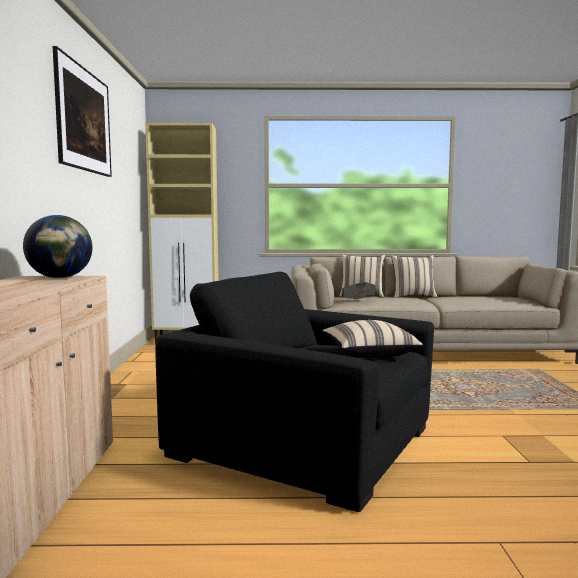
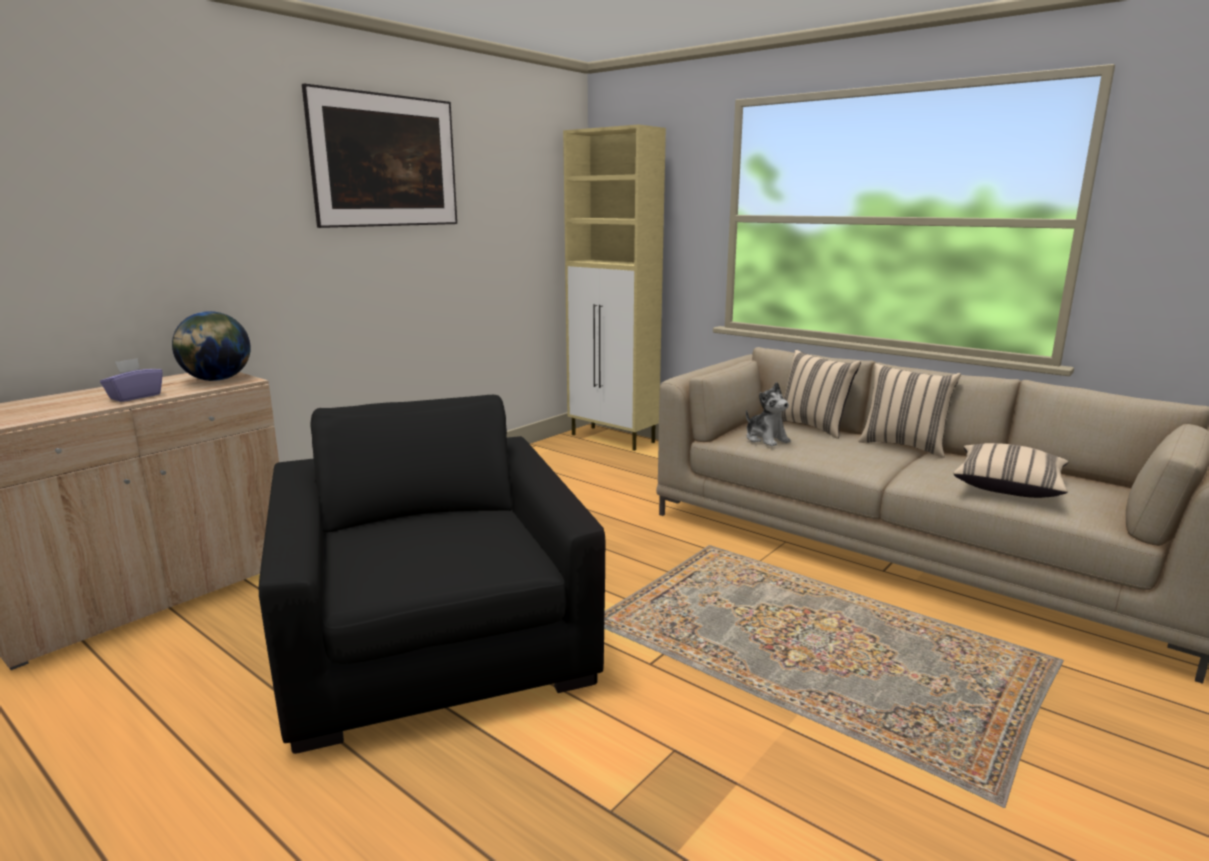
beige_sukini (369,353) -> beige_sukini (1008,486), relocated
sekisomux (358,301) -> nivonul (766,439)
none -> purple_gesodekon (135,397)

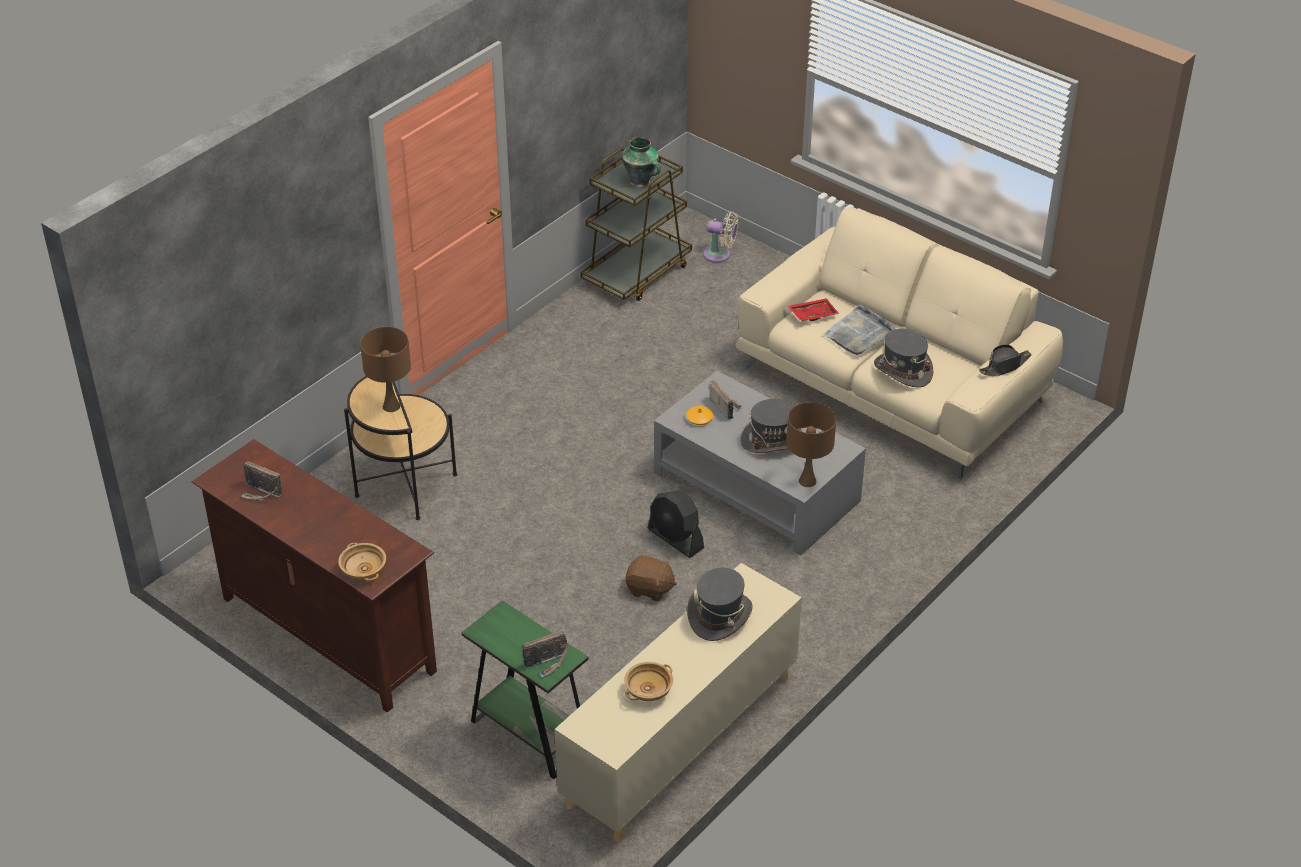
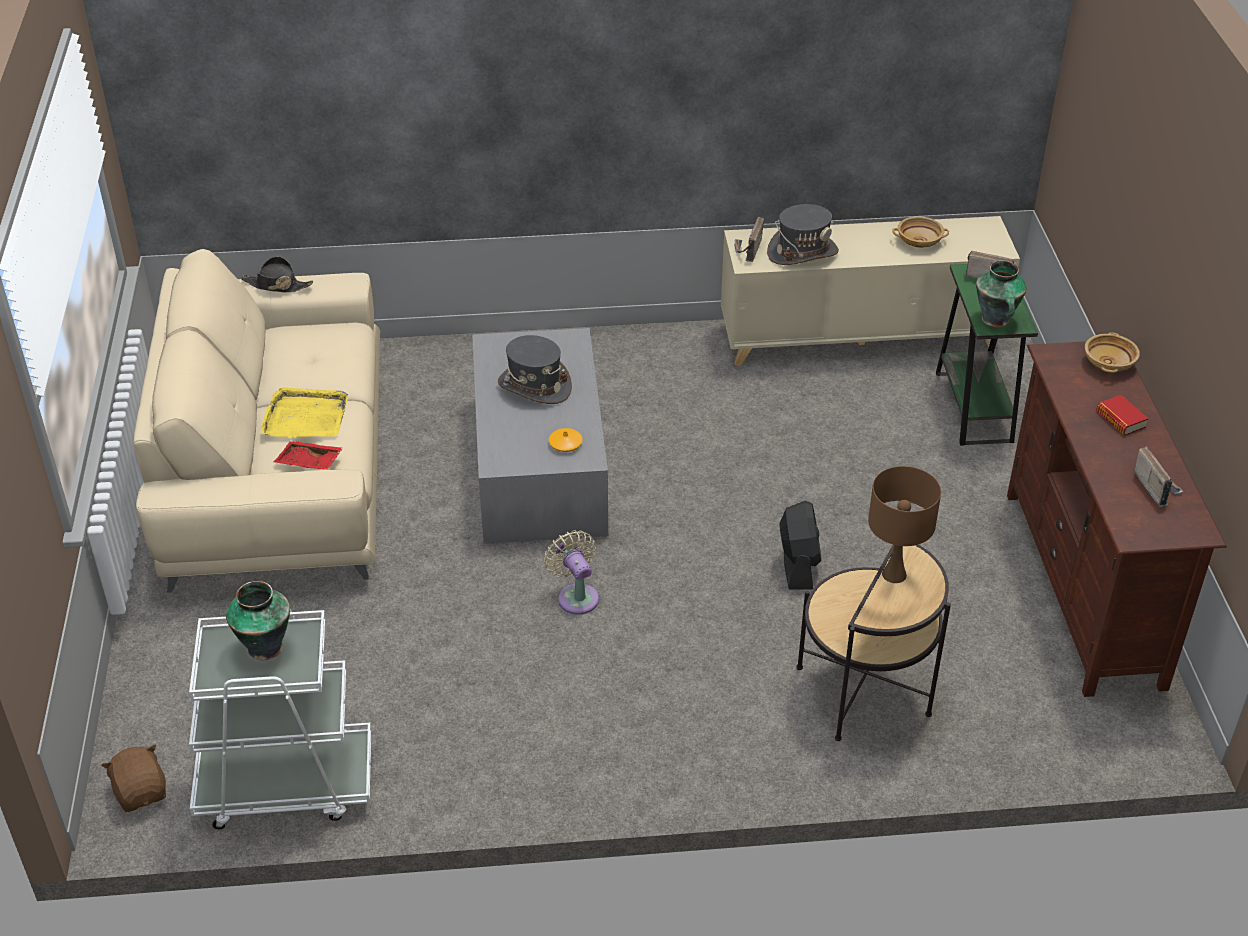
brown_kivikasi (637,273) -> white_kivikasi (285,784)
brown_nivonul (649,589) -> brown_nivonul (141,792), relocated
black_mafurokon (675,539) -> black_mafurokon (798,564), relocated
beige_mafurokon (720,255) -> beige_mafurokon (576,596), relocated
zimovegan (725,406) -> zimovegan (747,250), relocated
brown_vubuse (807,481) -> none
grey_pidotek (859,333) -> yellow_pidotek (305,417)
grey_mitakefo (902,370) -> none
none -> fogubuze (995,320)
none -> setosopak (1120,419)

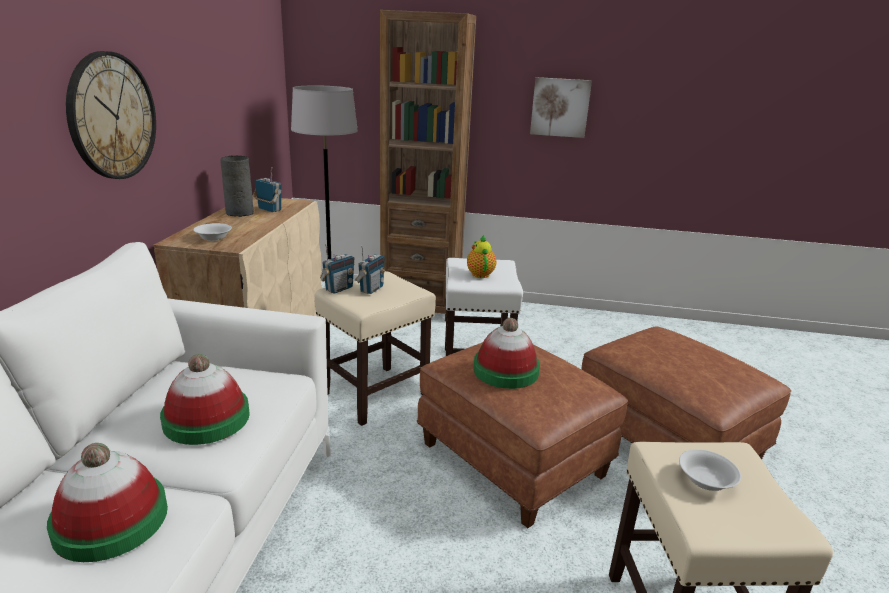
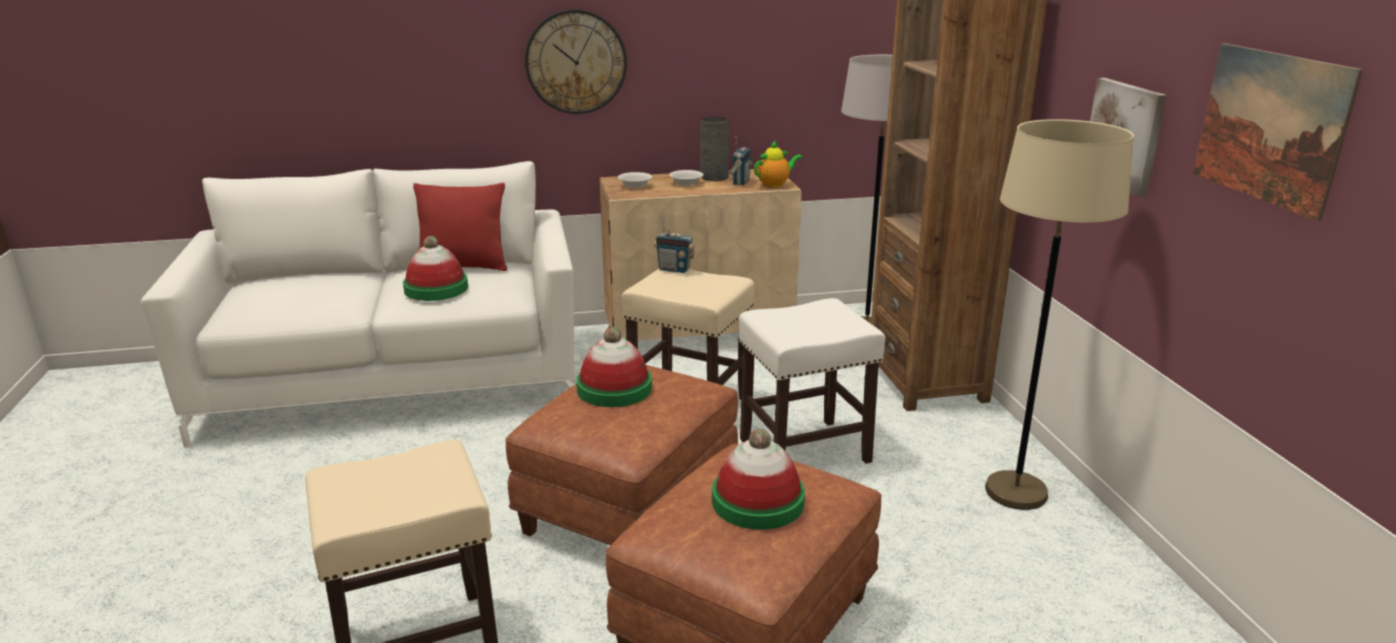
mitakefo (111,520) -> mitakefo (757,501), relocated
zimovegan (371,289) -> none
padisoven (480,274) -> padisoven (775,185), relocated
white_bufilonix (705,480) -> white_bufilonix (686,183), relocated
none -> red_sukini (464,267)
none -> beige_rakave (1015,492)
none -> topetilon (1270,127)

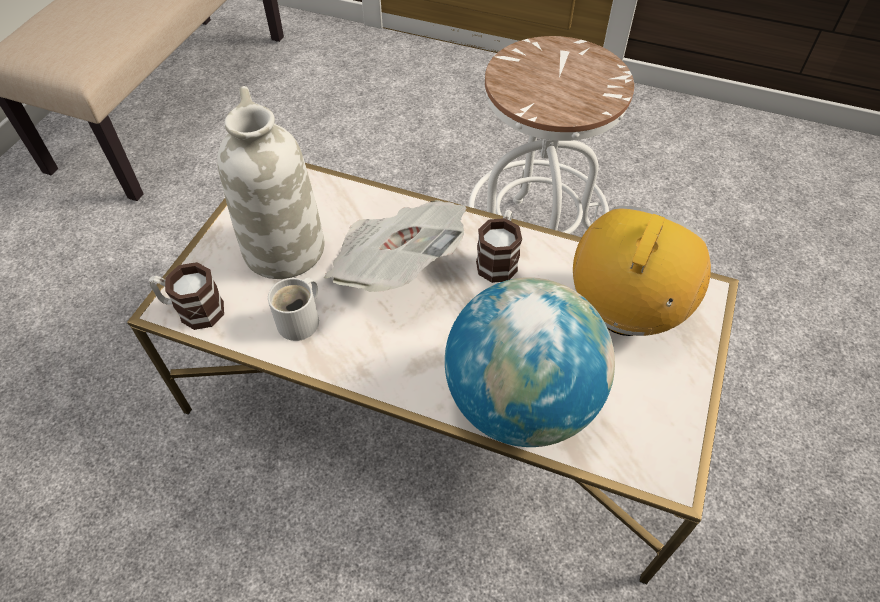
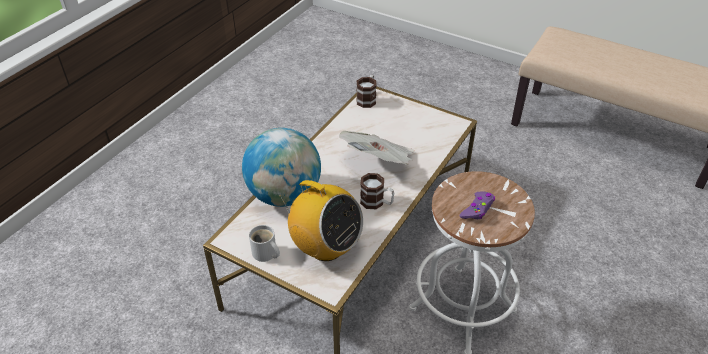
white_fogubuze (283,247) -> none
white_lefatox (302,320) -> white_lefatox (265,254), relocated
none -> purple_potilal (477,209)

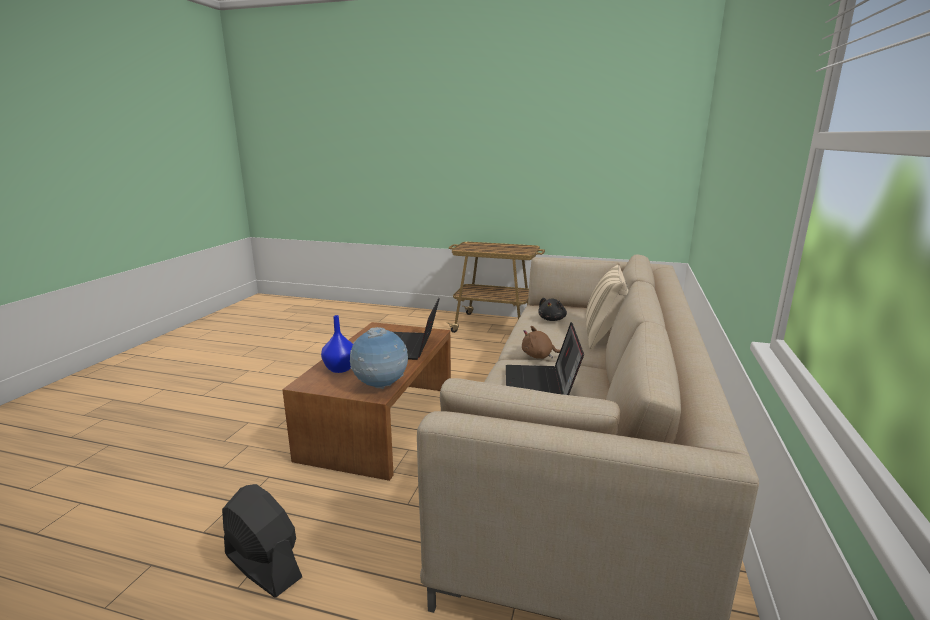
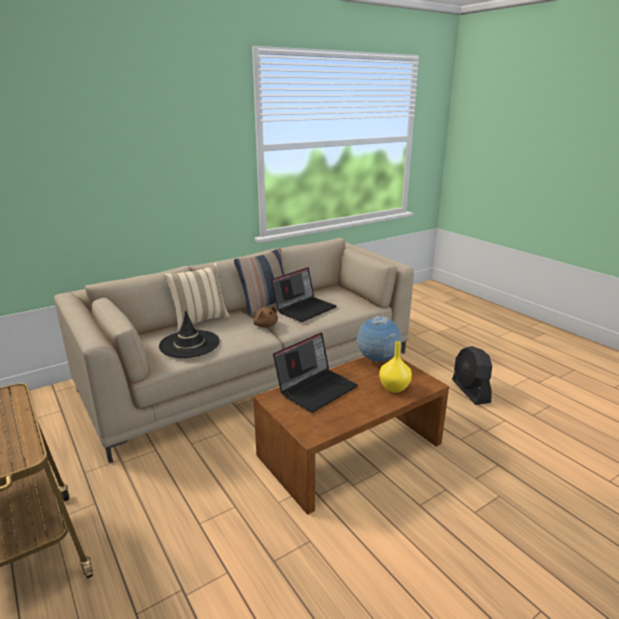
blue_fogubuze (340,369) -> yellow_fogubuze (395,387)
black_nivonul (552,319) -> black_mitakefo (189,344)
none -> sukini (265,304)

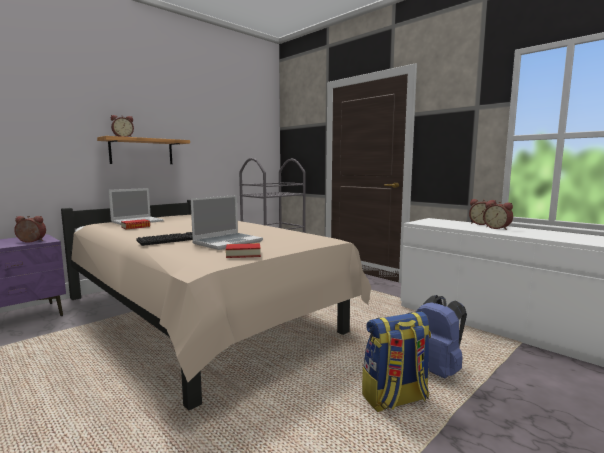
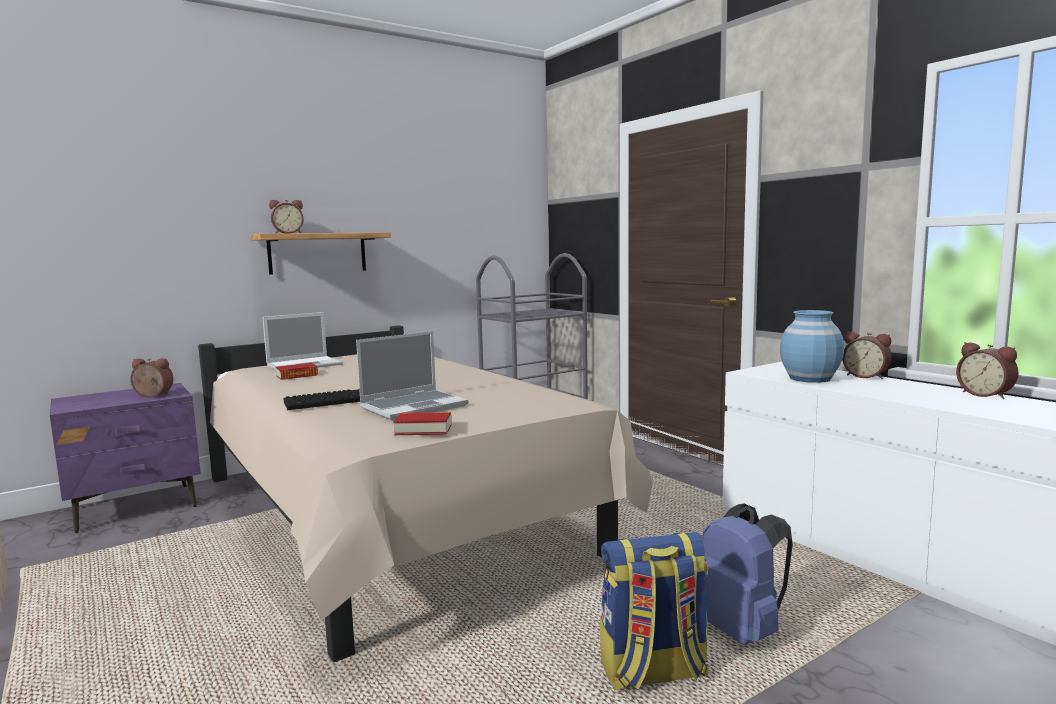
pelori (497,228) -> pelori (986,394), relocated
none -> blue_fogubuze (810,378)

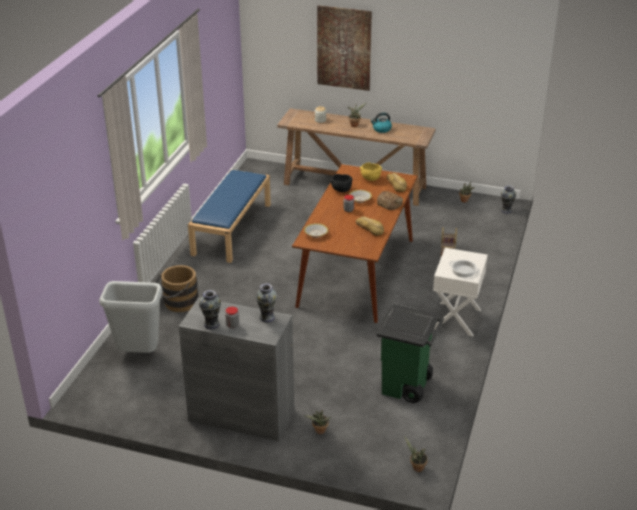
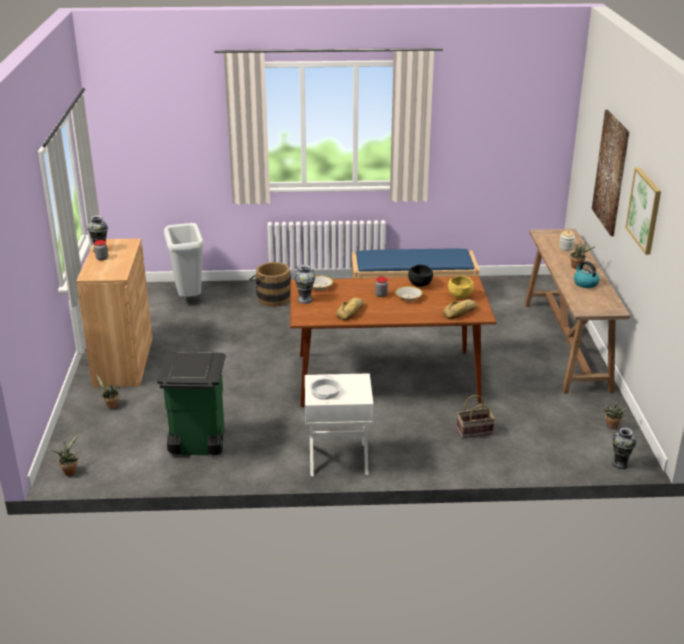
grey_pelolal (241,415) -> brown_pelolal (123,362)
fogubuze (266,317) -> fogubuze (305,300), relocated
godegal (389,203) -> none
none -> topetilon (644,210)

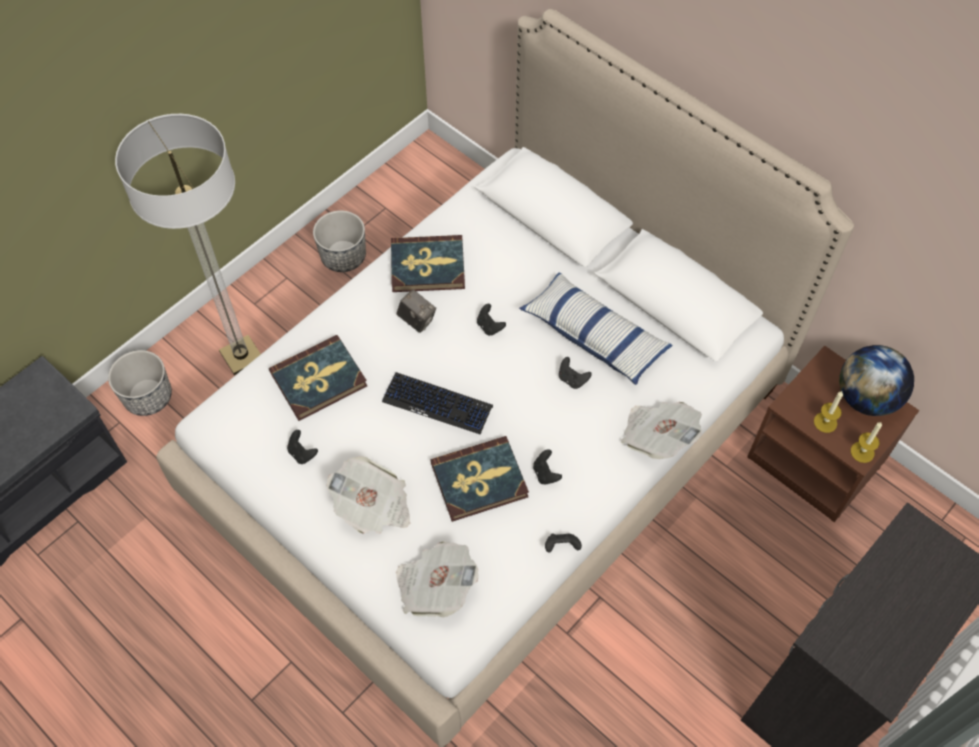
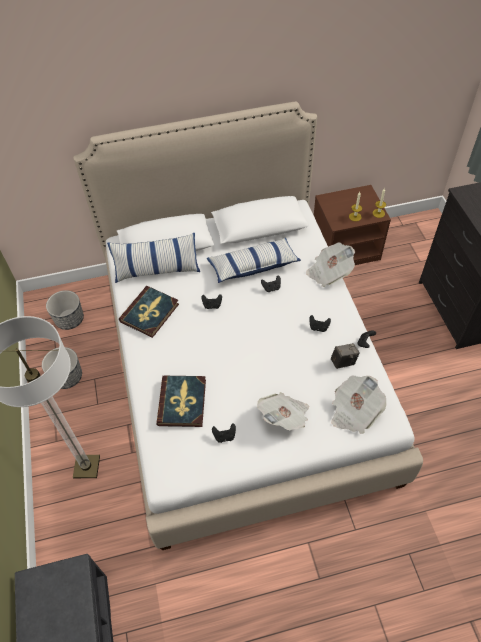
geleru (148,397) -> geleru (70,319), relocated
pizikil (437,404) -> none
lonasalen (417,320) -> lonasalen (343,362), relocated
setosopak (479,481) -> none
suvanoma (866,398) -> none
none -> sukini (157,270)

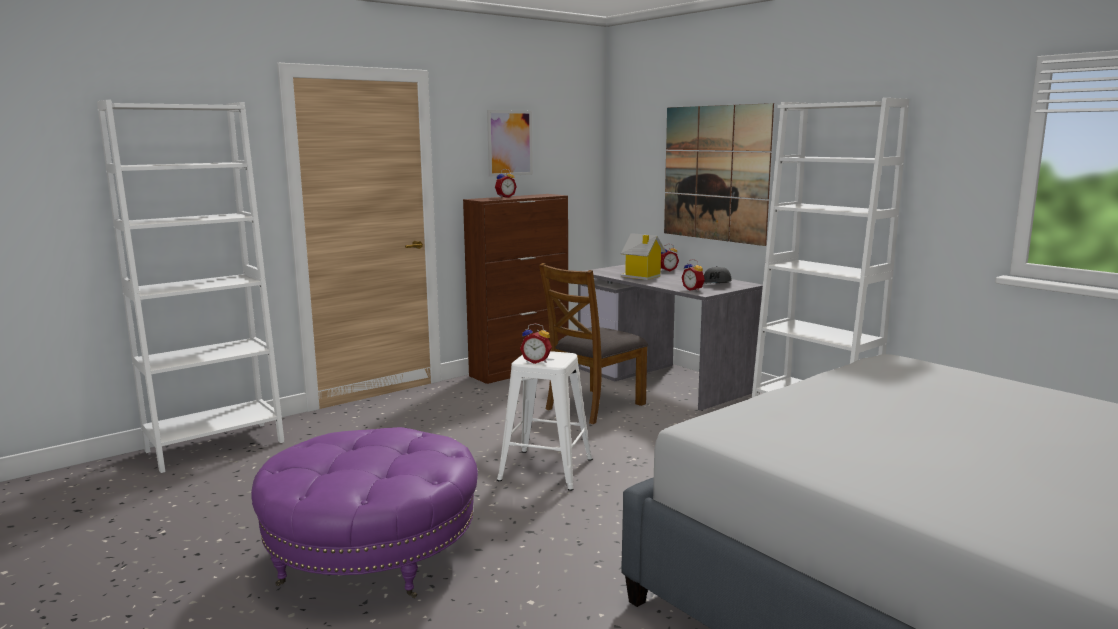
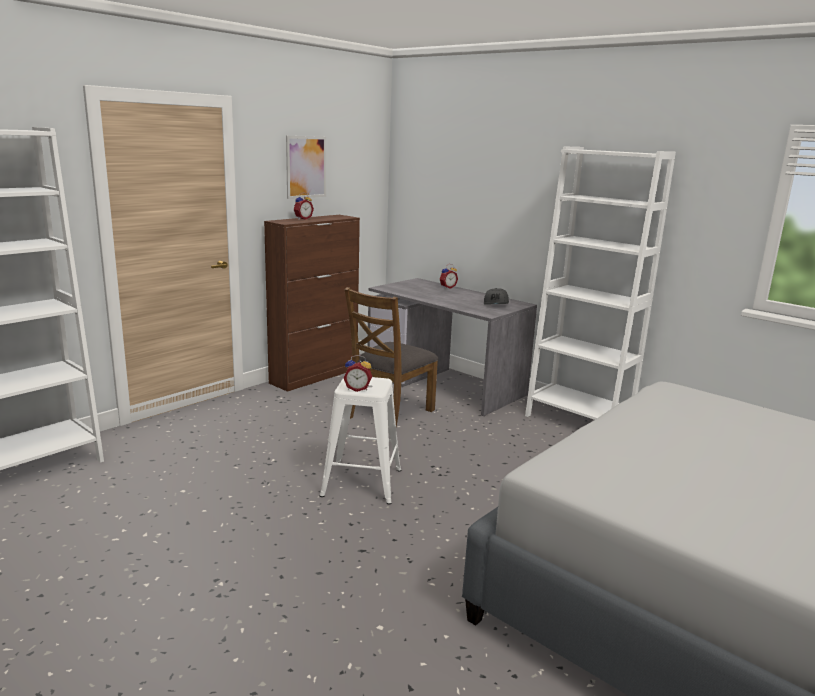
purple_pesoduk (373,555) -> none
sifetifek (642,276) -> none
topetilon (715,173) -> none
pelori (693,289) -> none

